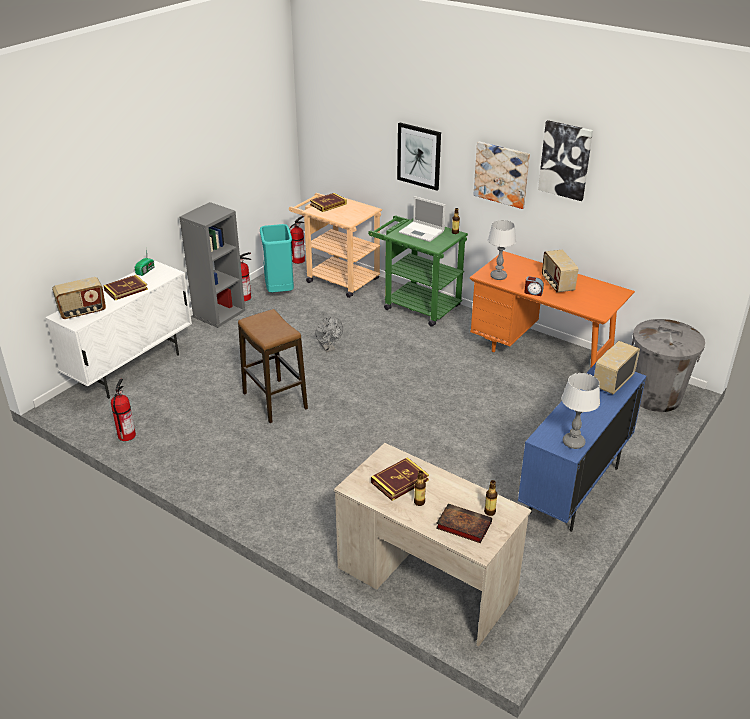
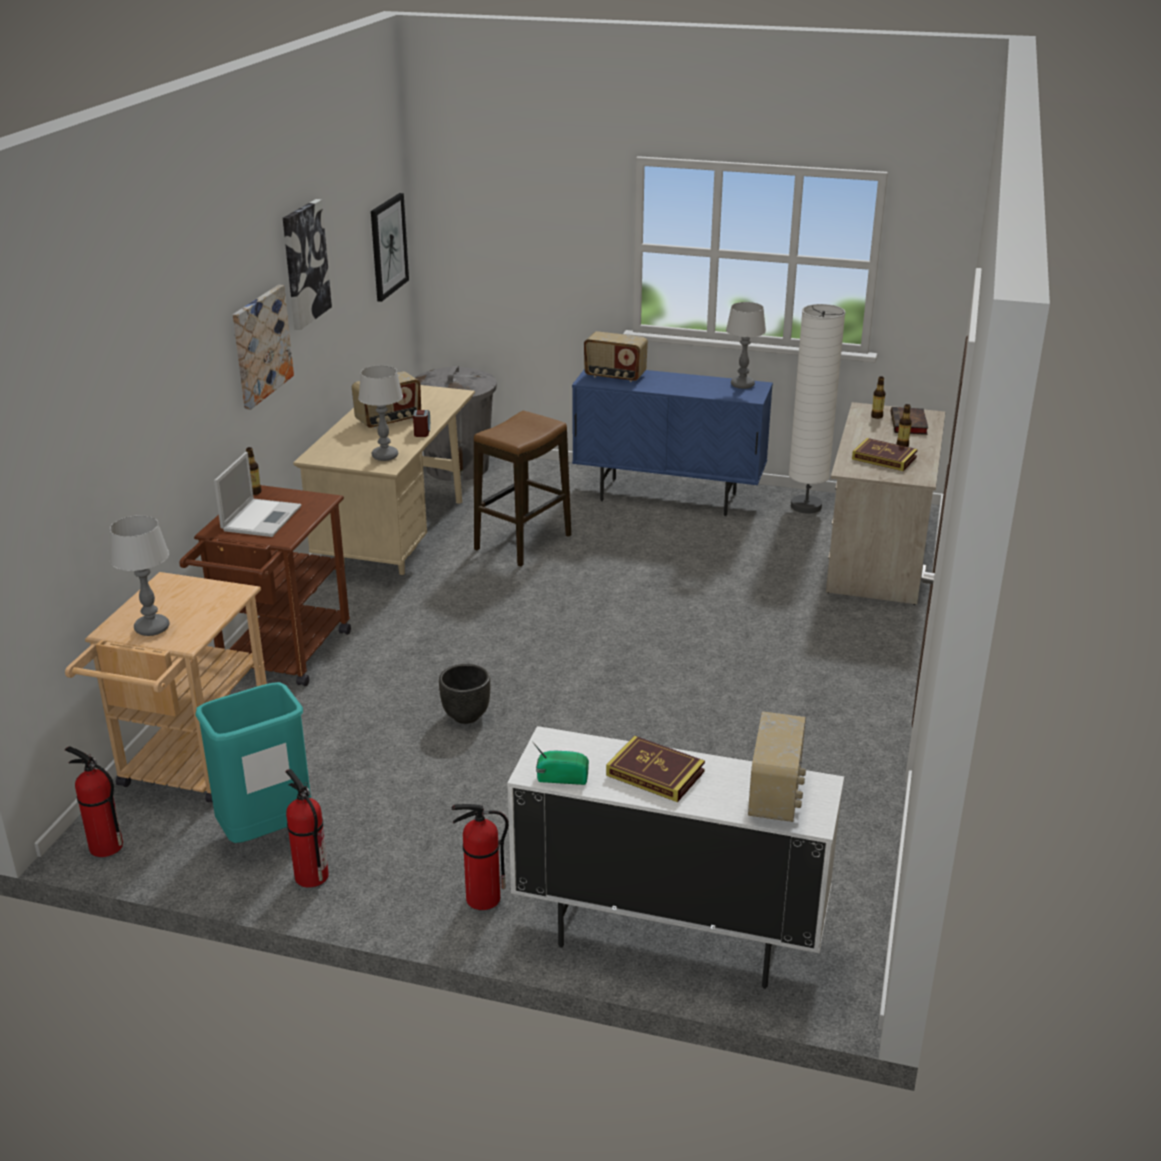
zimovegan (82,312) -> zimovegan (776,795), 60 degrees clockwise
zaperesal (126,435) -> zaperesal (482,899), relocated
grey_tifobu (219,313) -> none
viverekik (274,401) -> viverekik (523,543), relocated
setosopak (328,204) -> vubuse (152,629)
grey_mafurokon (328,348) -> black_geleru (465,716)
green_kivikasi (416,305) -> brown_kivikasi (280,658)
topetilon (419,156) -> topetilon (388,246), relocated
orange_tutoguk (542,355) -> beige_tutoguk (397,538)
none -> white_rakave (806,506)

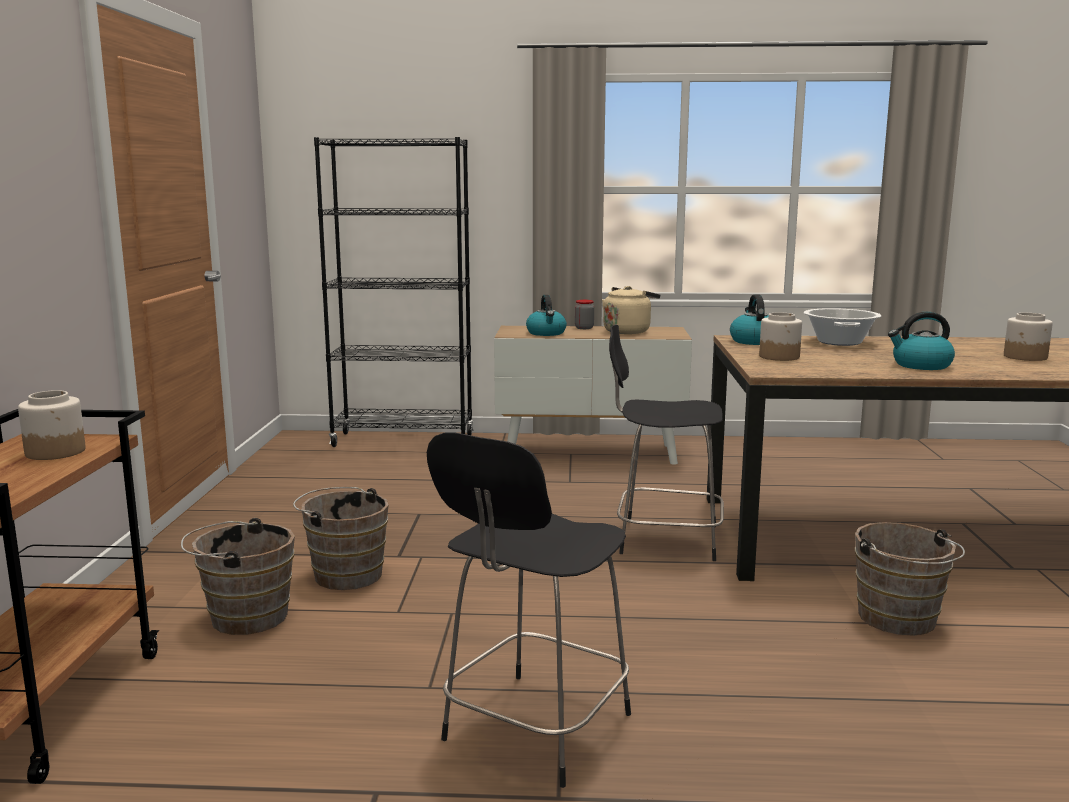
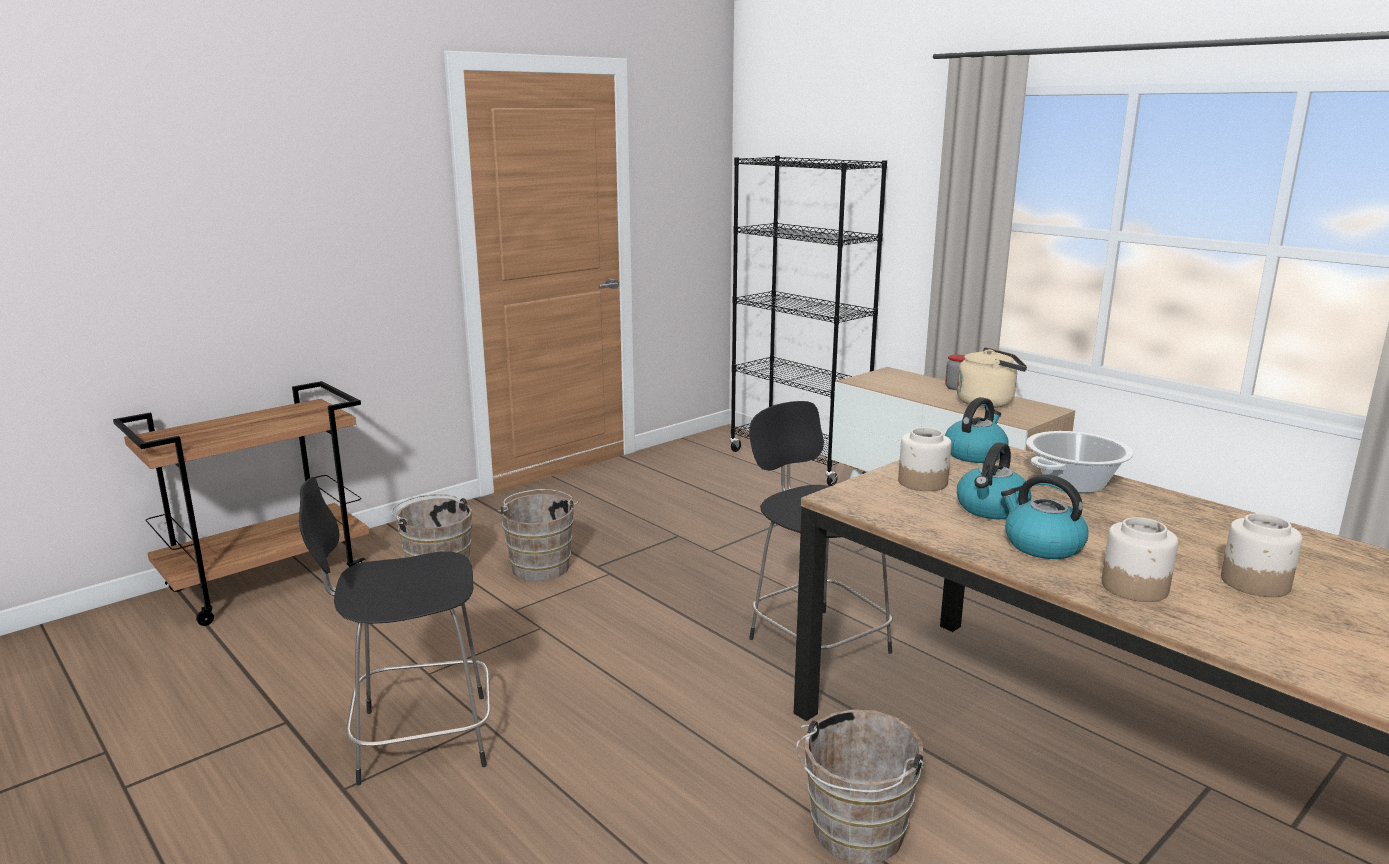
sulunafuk (56,452) -> sulunafuk (1135,587), relocated
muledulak (546,333) -> muledulak (991,509), relocated

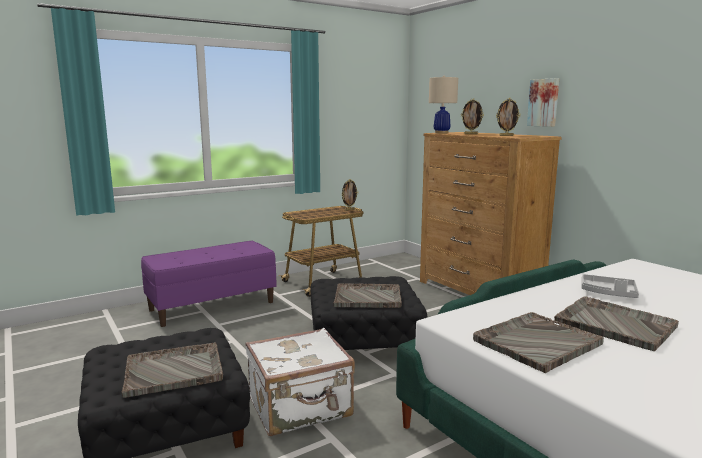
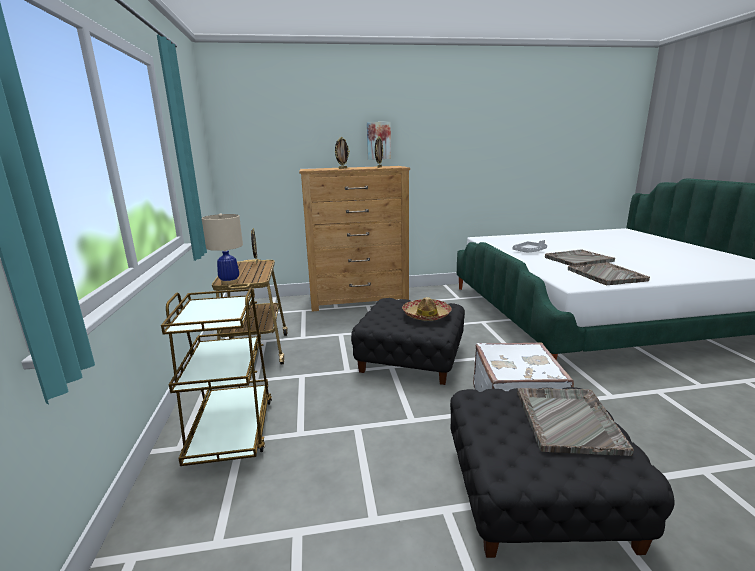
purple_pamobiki (212,306) -> brown_kivikasi (232,431)
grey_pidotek (368,297) -> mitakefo (426,315)
beige_vubuse (441,133) -> beige_vubuse (229,281), relocated

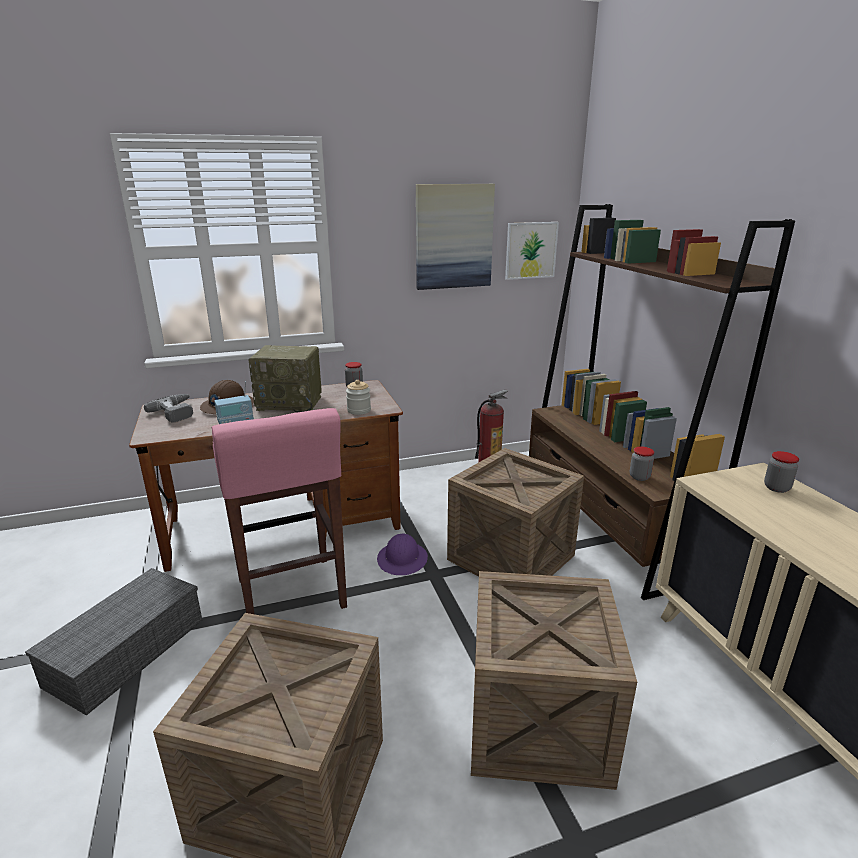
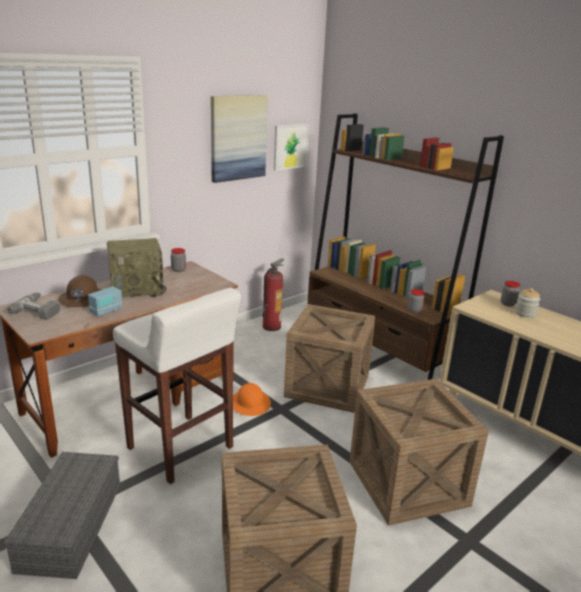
pink_viverekik (291,595) -> white_viverekik (181,449)
sulunafuk (359,410) -> sulunafuk (525,314), relocated
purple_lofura (402,559) -> orange_lofura (250,404)

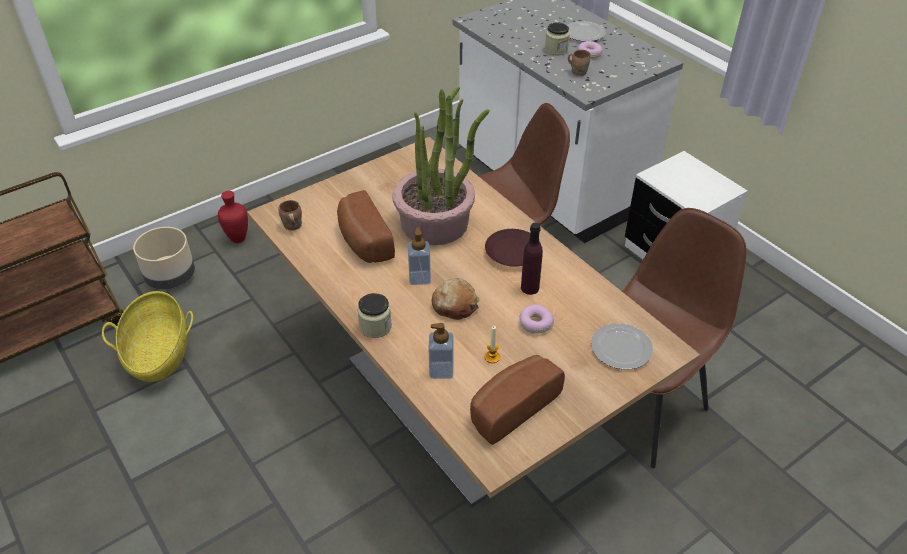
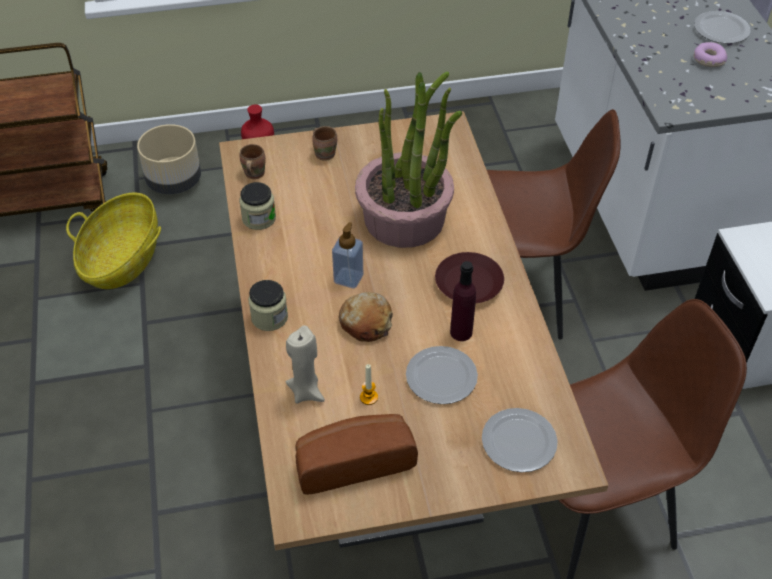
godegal (362,241) -> none
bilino (441,370) -> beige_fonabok (306,391)
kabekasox (535,323) -> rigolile (440,376)
sulunafuk (556,50) -> sulunafuk (259,218), relocated
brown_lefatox (578,72) -> brown_lefatox (325,153), relocated

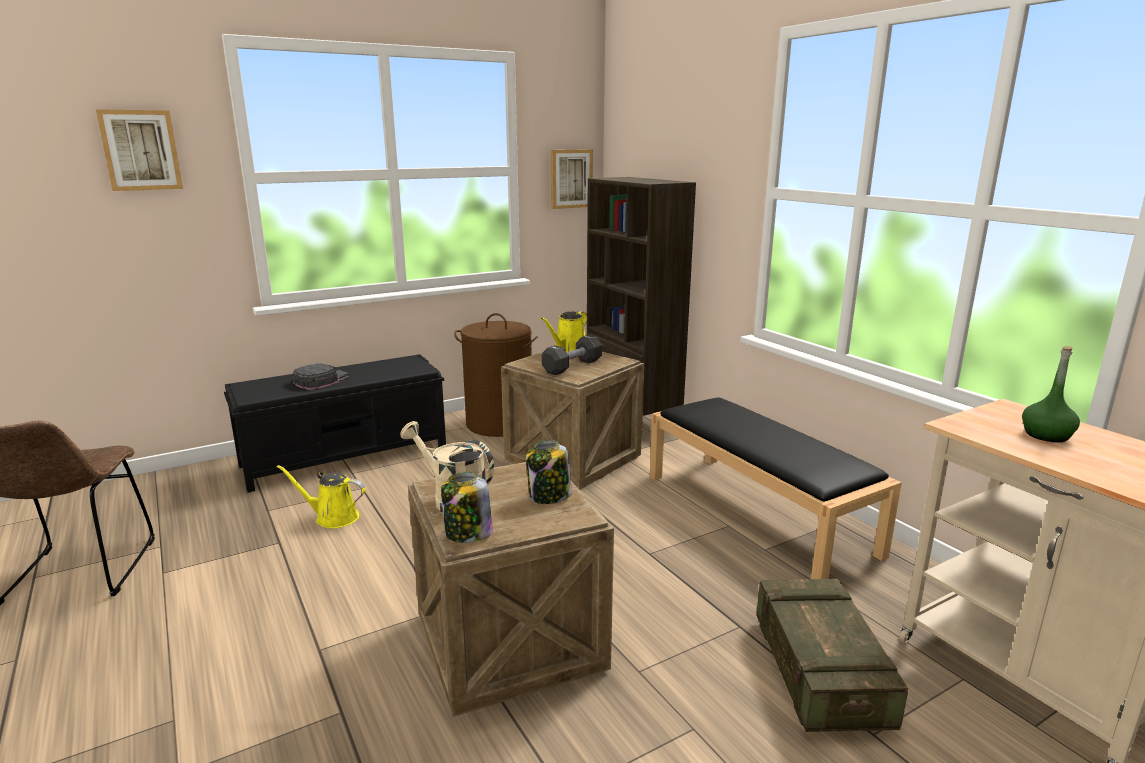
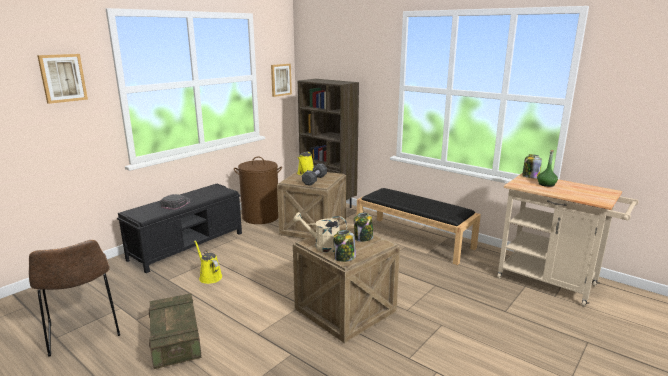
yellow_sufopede (333,517) -> yellow_sufopede (209,276), 60 degrees clockwise
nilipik (819,673) -> nilipik (175,341), relocated
none -> sulunafuk (530,177)

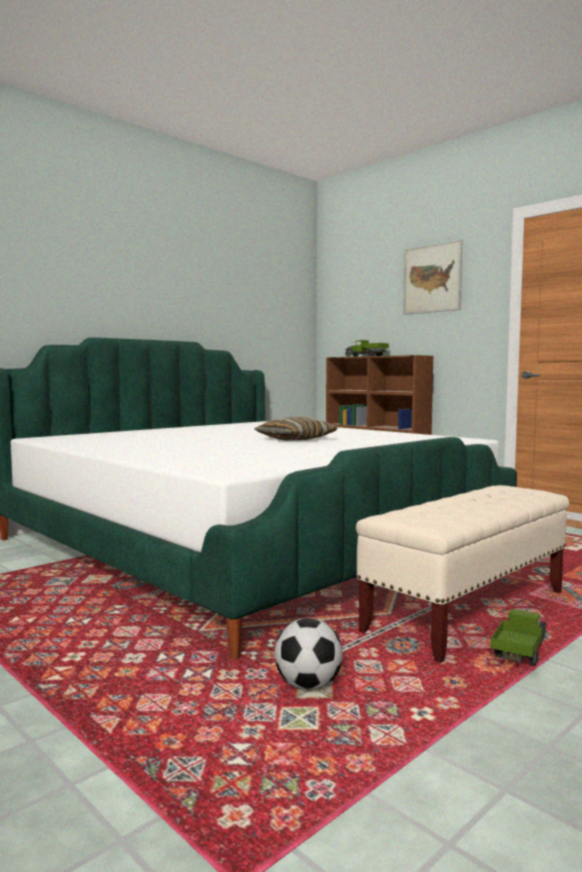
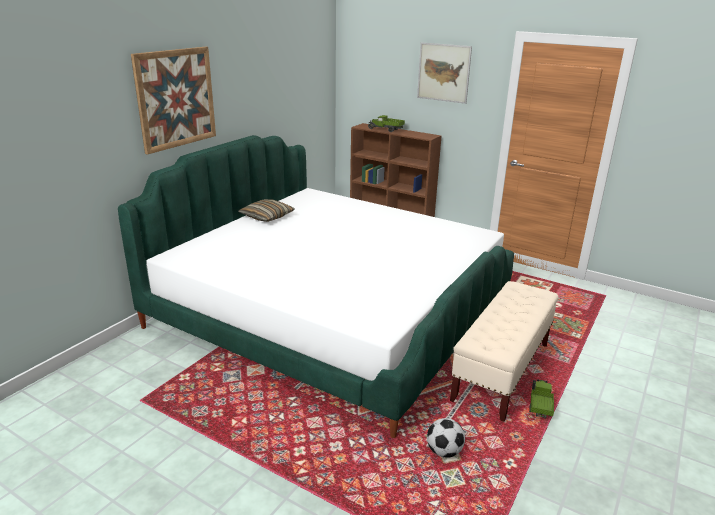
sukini (295,439) -> sukini (267,216), relocated
none -> topetilon (176,98)

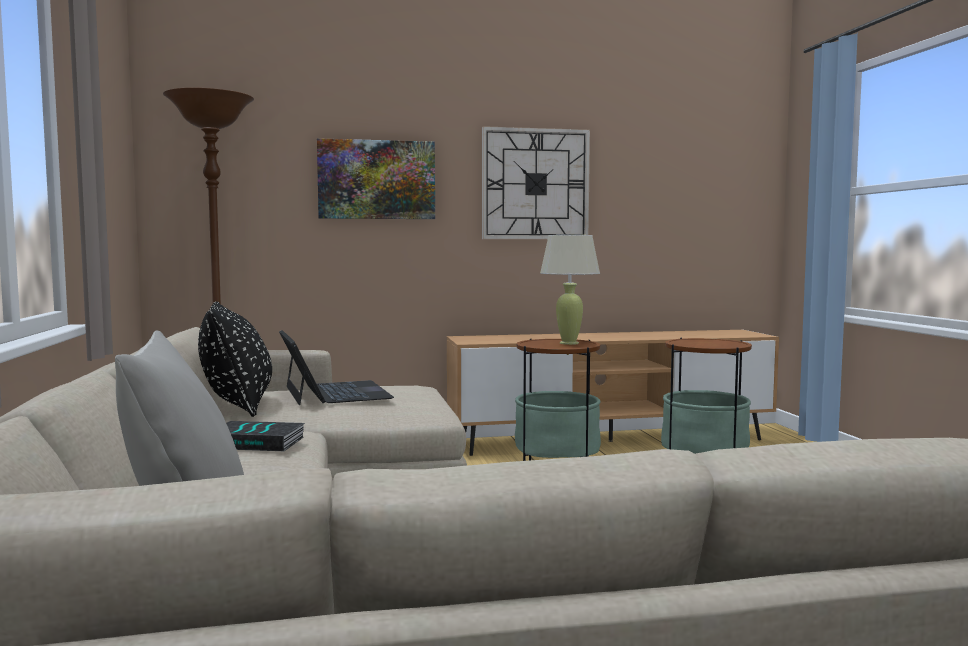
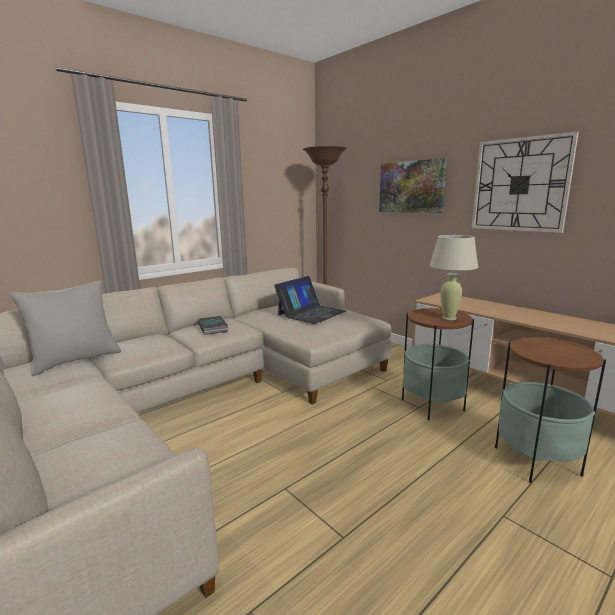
black_sukini (237,406) -> none

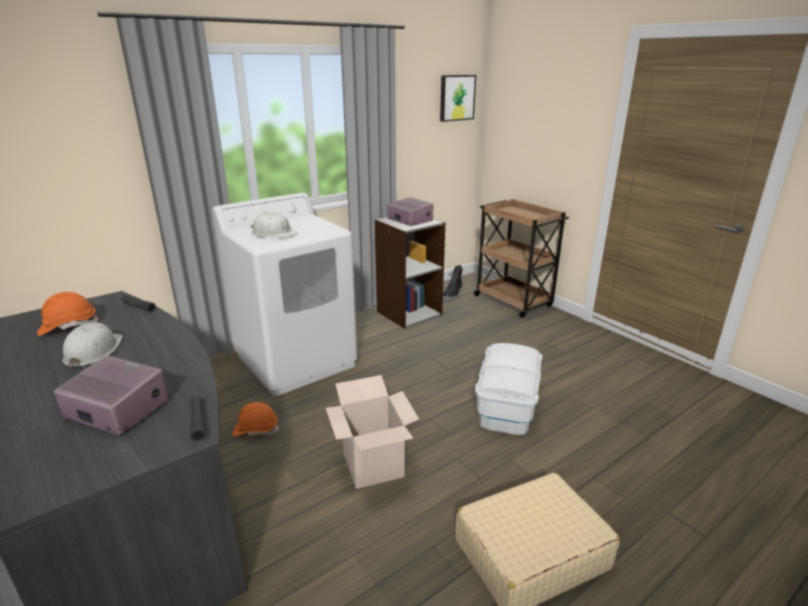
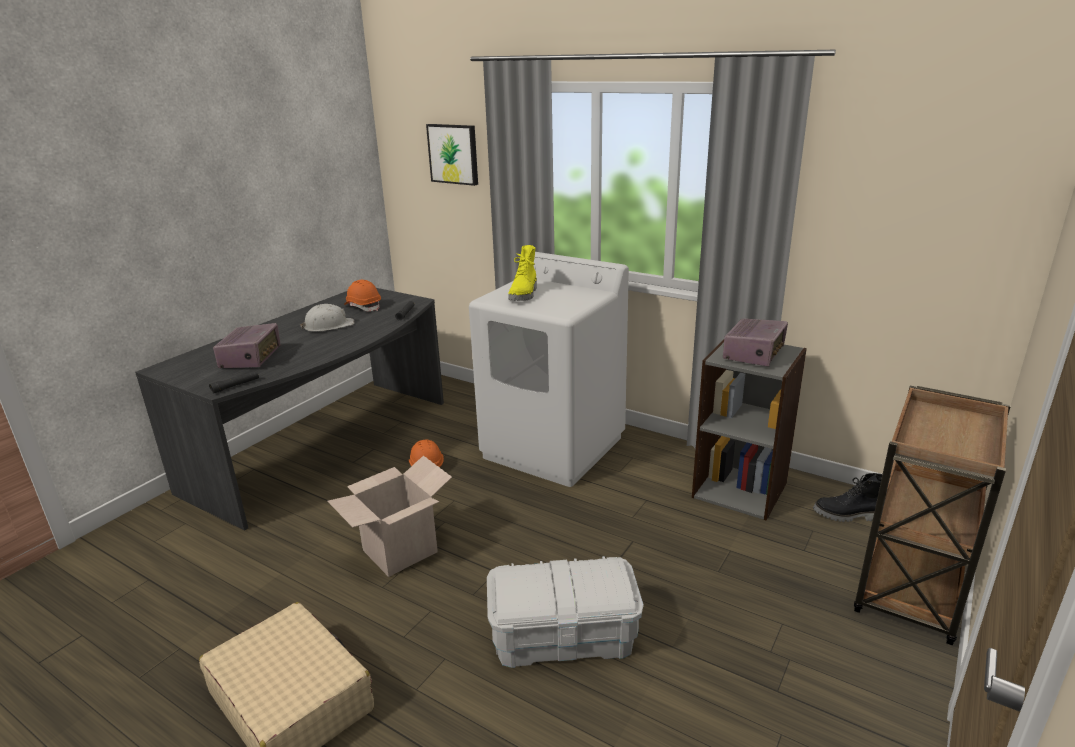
white_lofura (274,233) -> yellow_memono (524,295)
topetilon (456,97) -> topetilon (454,154), relocated

